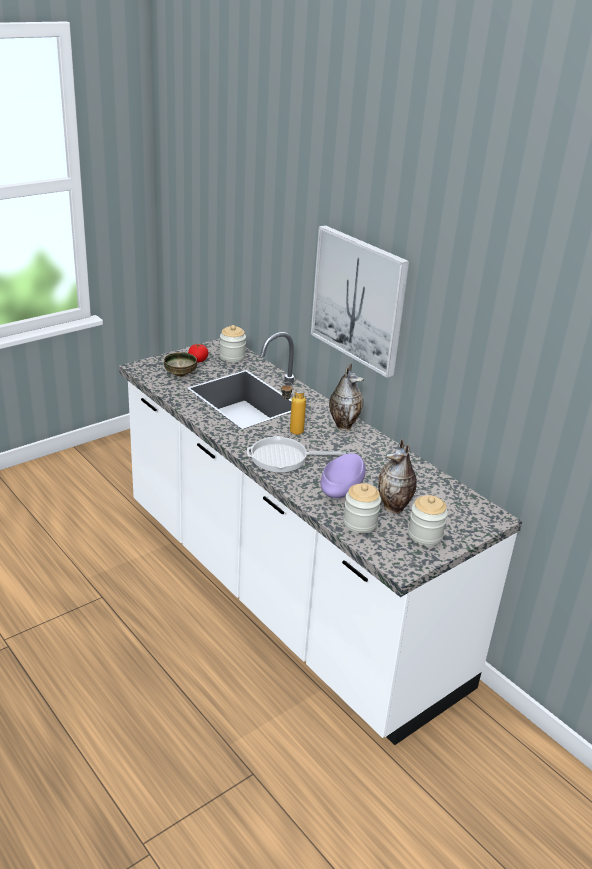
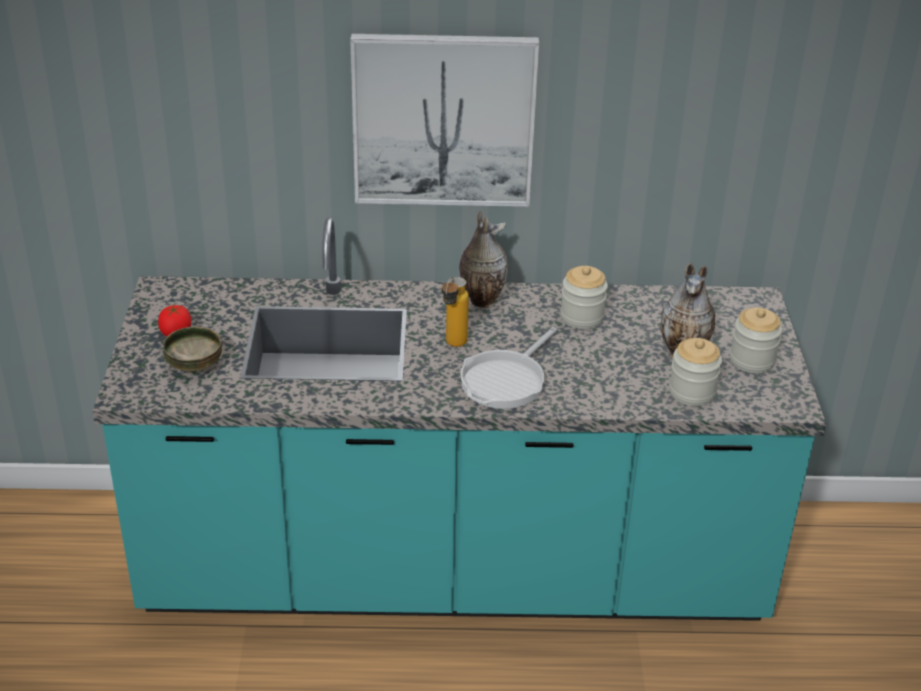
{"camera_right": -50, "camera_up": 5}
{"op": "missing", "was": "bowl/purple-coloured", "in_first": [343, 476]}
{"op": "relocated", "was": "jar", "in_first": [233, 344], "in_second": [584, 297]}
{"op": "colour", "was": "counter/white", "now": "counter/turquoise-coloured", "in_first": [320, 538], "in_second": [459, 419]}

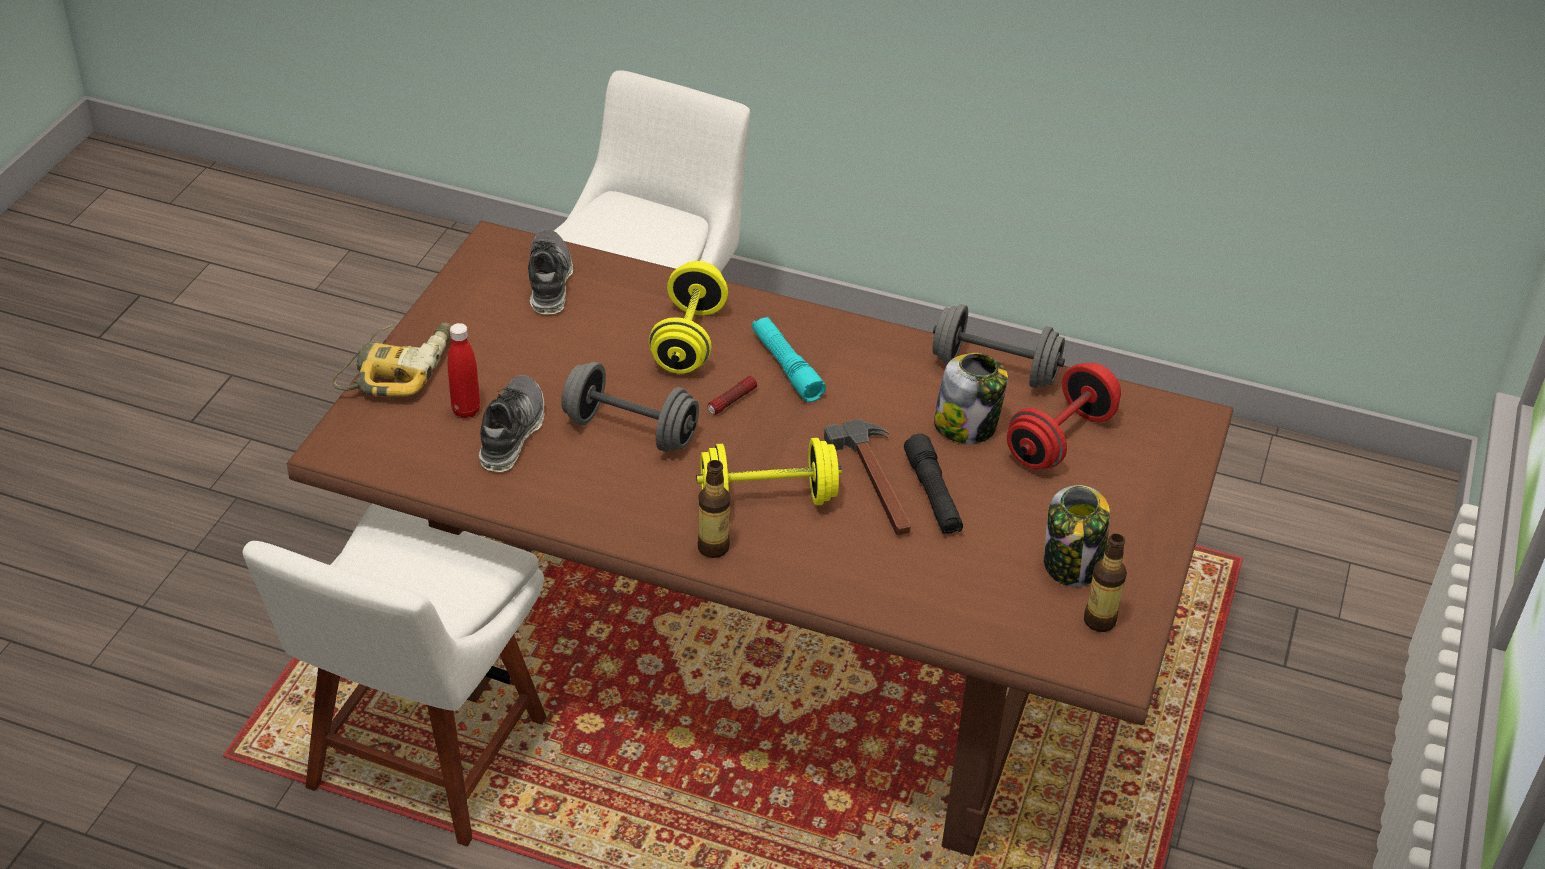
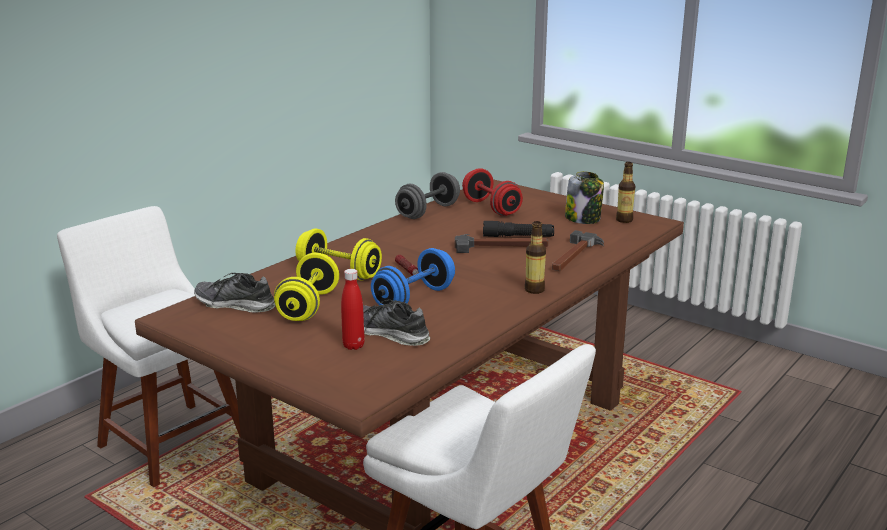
{"camera_right": -70, "camera_up": -20}
{"op": "missing", "was": "drill", "in_first": [392, 359]}
{"op": "missing", "was": "flashlight/turquoise-coloured", "in_first": [789, 359]}
{"op": "missing", "was": "jar", "in_first": [970, 398]}
{"op": "appeared", "now": "hammer", "in_second": [578, 250]}
{"op": "relocated", "was": "hand weight/yellowish", "in_first": [769, 471], "in_second": [306, 287]}
{"op": "colour", "was": "hand weight/greyish", "now": "hand weight/blue", "in_first": [630, 407], "in_second": [413, 276]}

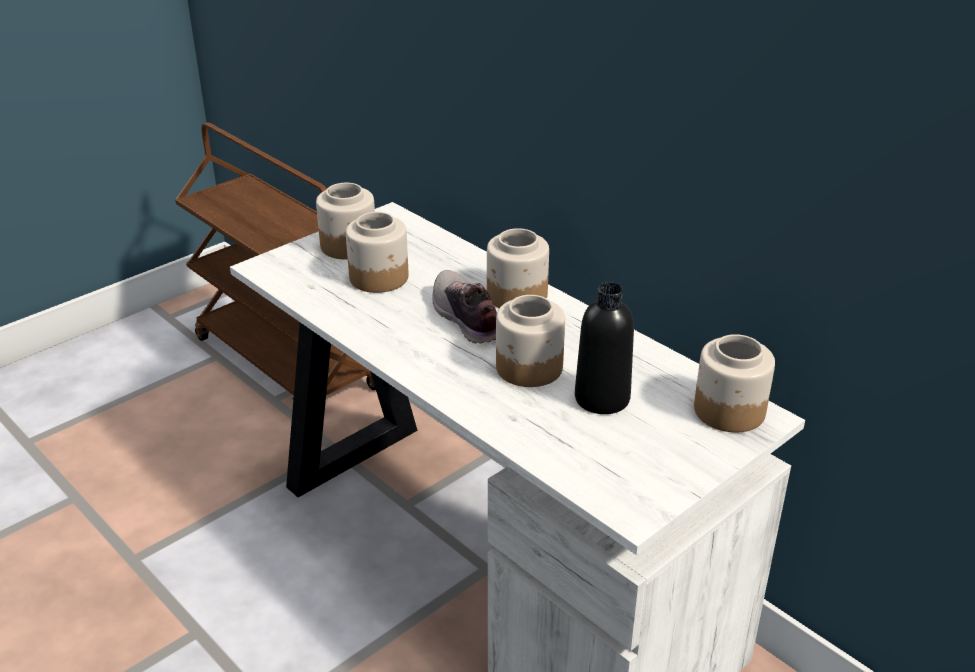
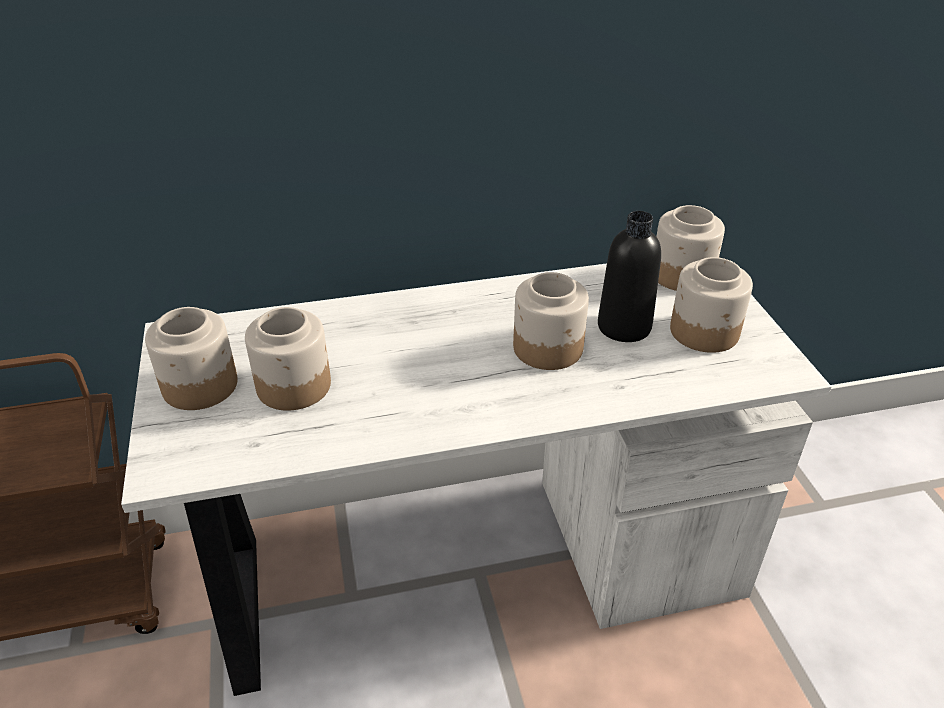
{"camera_right": -60, "camera_up": 5}
{"op": "missing", "was": "item of footwear", "in_first": [465, 306]}
{"op": "relocated", "was": "jar", "in_first": [518, 268], "in_second": [711, 305]}

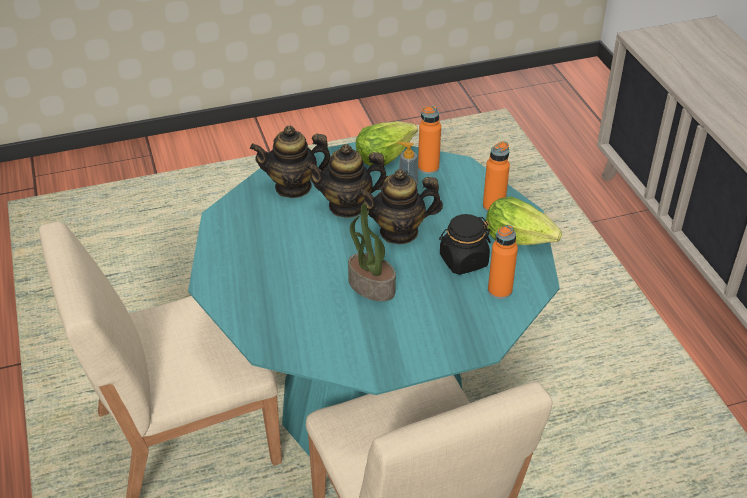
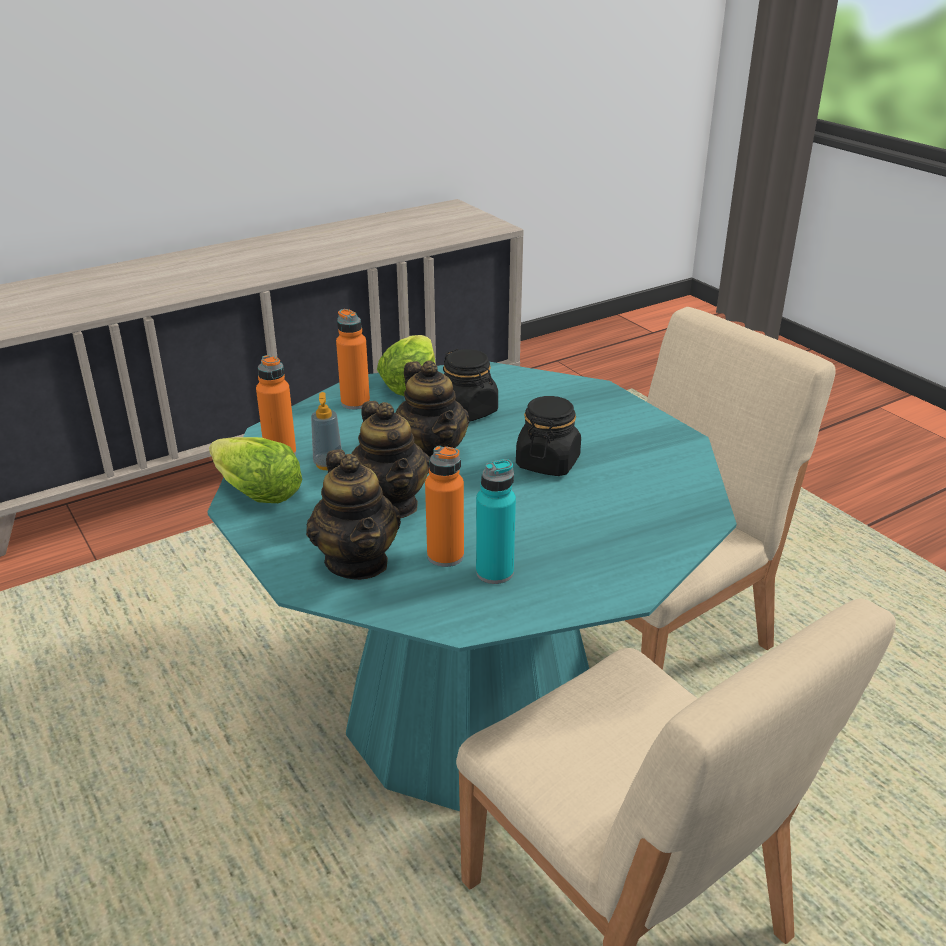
{"camera_right": -105, "camera_up": -10}
{"op": "appeared", "now": "bottle/turquoise-coloured", "in_second": [496, 521]}
{"op": "relocated", "was": "bottle/orange-coloured", "in_first": [503, 262], "in_second": [444, 506]}
{"op": "exchanged", "was": "houseplant", "now": "jar/blackish", "in_first": [372, 252], "in_second": [548, 436]}

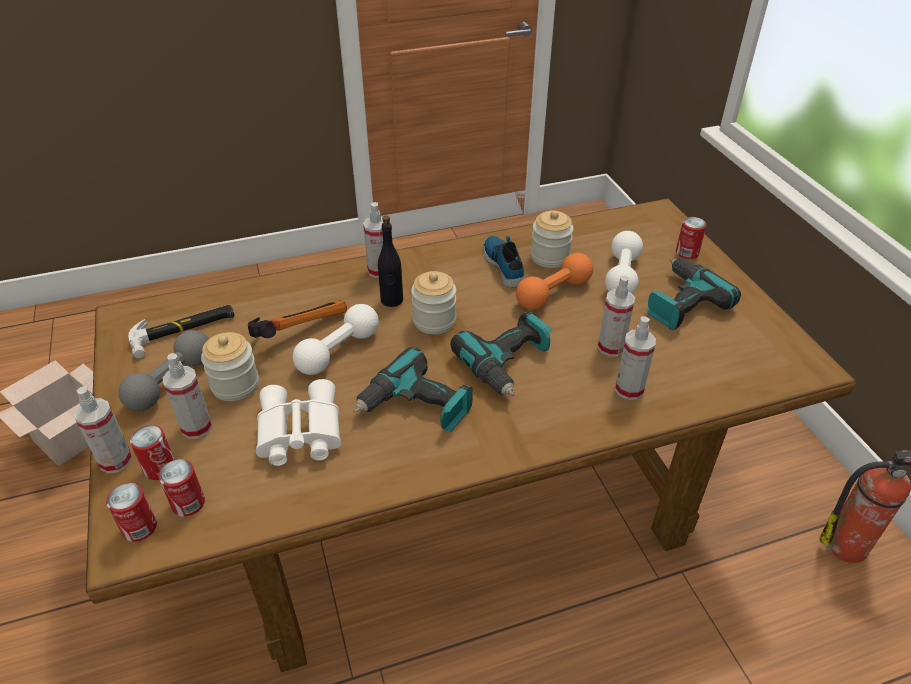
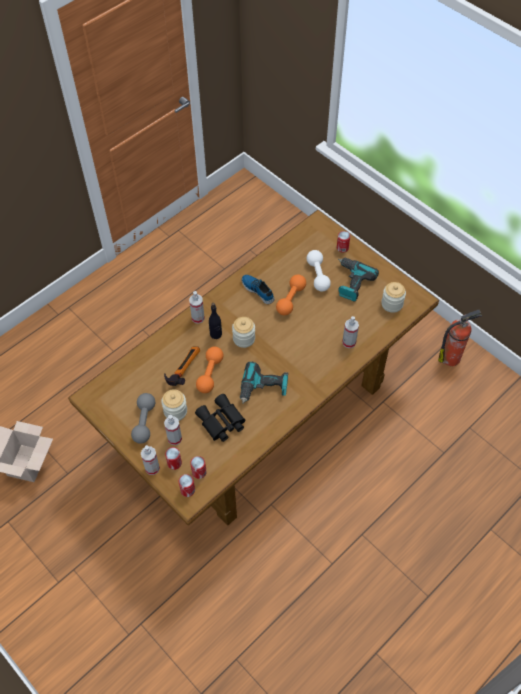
{"camera_right": -25, "camera_up": 15}
{"op": "missing", "was": "hammer", "in_first": [181, 331]}
{"op": "missing", "was": "drill", "in_first": [500, 353]}
{"op": "missing", "was": "sprayer", "in_first": [616, 316]}
{"op": "relocated", "was": "jar", "in_first": [552, 239], "in_second": [393, 297]}
{"op": "colour", "was": "field glasses/white", "now": "field glasses/blackish", "in_first": [298, 422], "in_second": [220, 418]}
{"op": "colour", "was": "hand weight/white", "now": "hand weight/orange-coloured", "in_first": [336, 339], "in_second": [209, 369]}

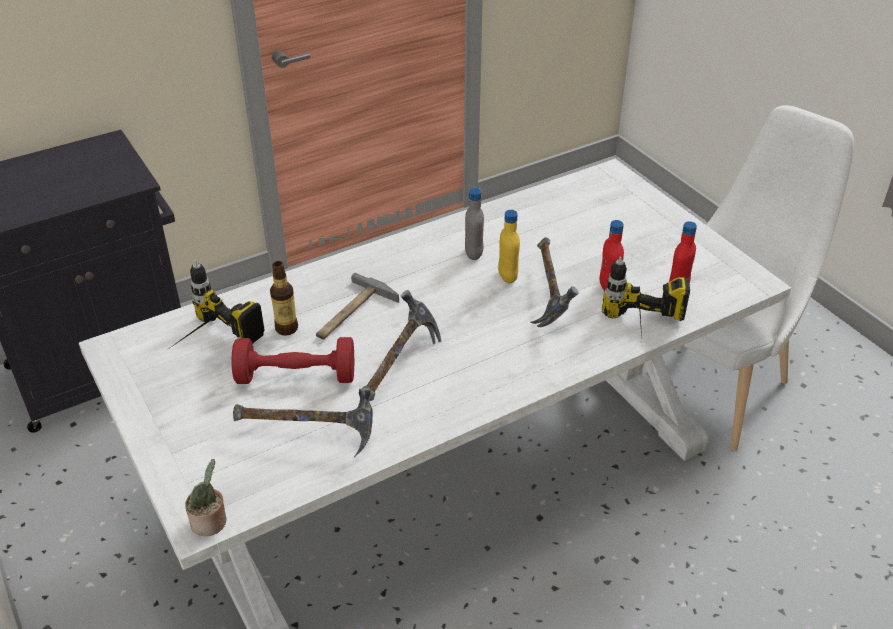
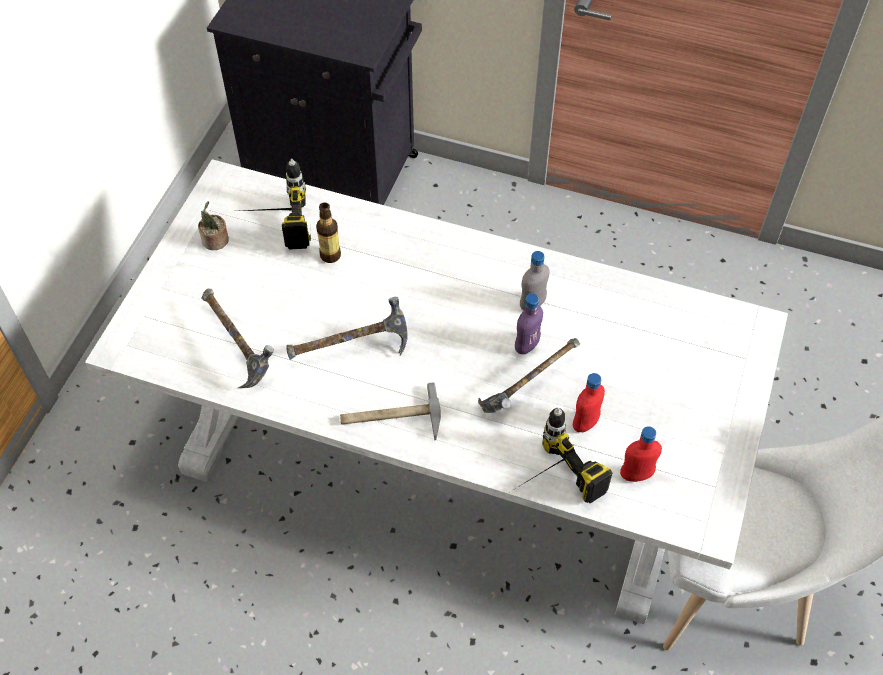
{"camera_right": 50, "camera_up": 15}
{"op": "missing", "was": "hand weight/red-coloured", "in_first": [292, 360]}
{"op": "relocated", "was": "houseplant", "in_first": [205, 497], "in_second": [213, 225]}
{"op": "relocated", "was": "hammer", "in_first": [357, 306], "in_second": [390, 411]}
{"op": "colour", "was": "bottle/yellowish", "now": "bottle/purple-coloured", "in_first": [509, 246], "in_second": [529, 324]}

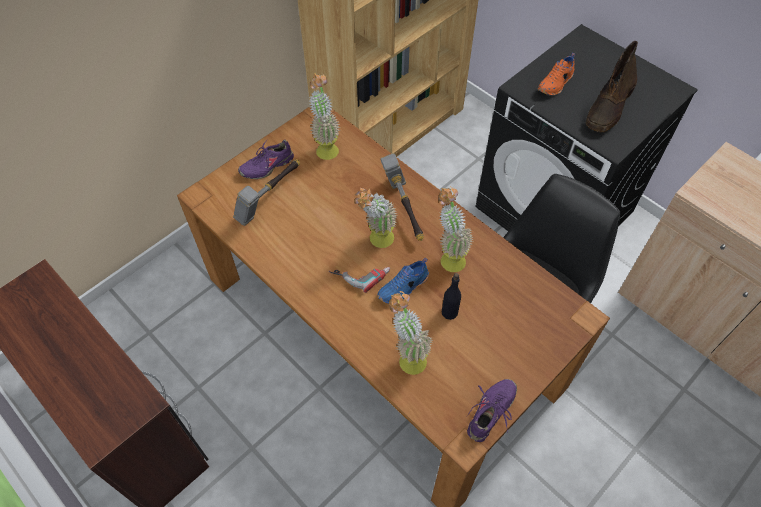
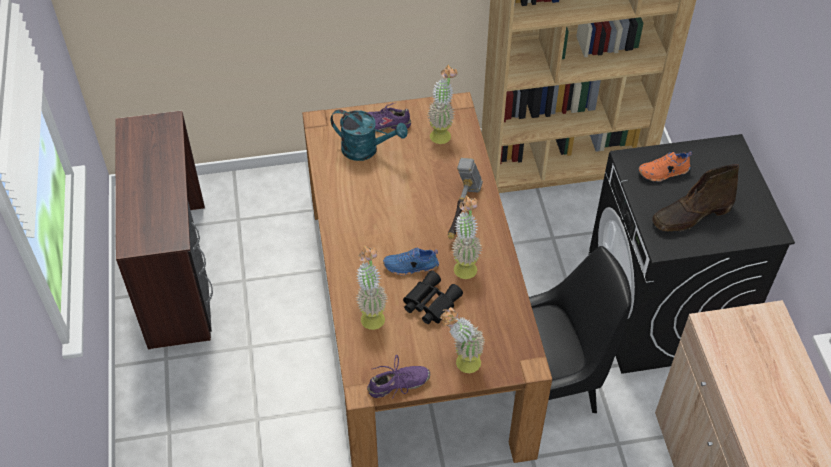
{"camera_right": 35, "camera_up": -5}
{"op": "missing", "was": "drill", "in_first": [359, 280]}
{"op": "relocated", "was": "houseplant", "in_first": [376, 218], "in_second": [462, 340]}
{"op": "exchanged", "was": "hammer", "now": "watering can/turquoise-coloured", "in_first": [266, 192], "in_second": [369, 135]}
{"op": "exchanged", "was": "bottle/blackish", "now": "field glasses/blackish", "in_first": [451, 296], "in_second": [433, 297]}

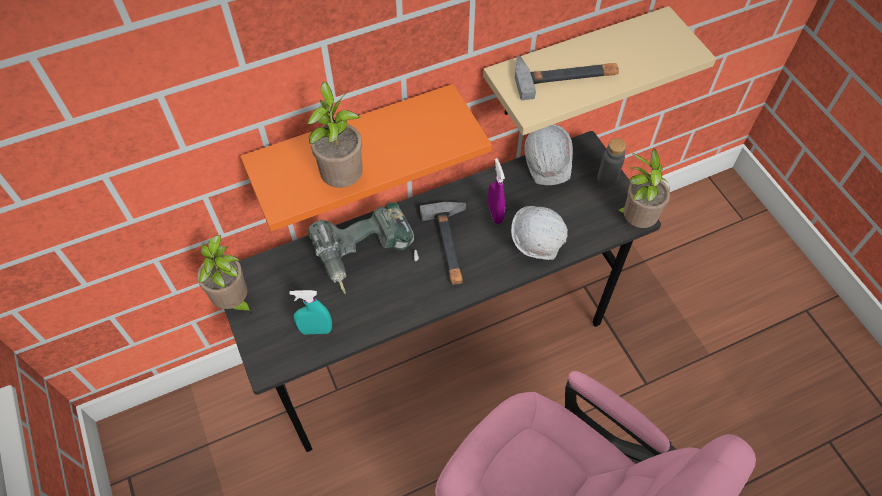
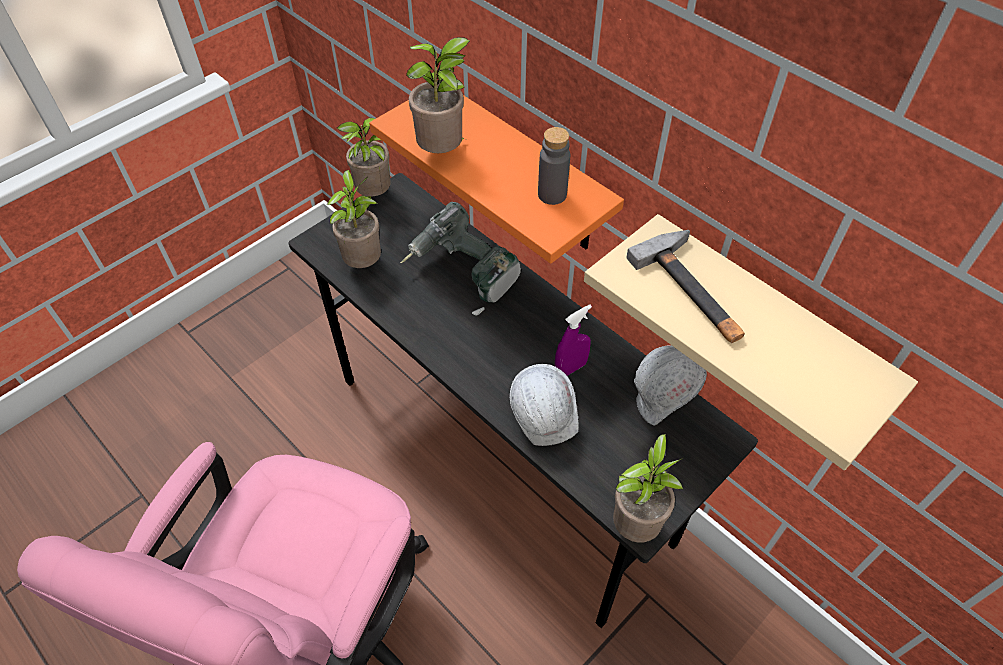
{"camera_right": 70, "camera_up": -5}
{"op": "missing", "was": "hammer", "in_first": [443, 243]}
{"op": "relocated", "was": "bottle/greyish", "in_first": [611, 162], "in_second": [554, 166]}
{"op": "exchanged", "was": "sprayer/turquoise-coloured", "now": "houseplant", "in_first": [311, 312], "in_second": [354, 219]}

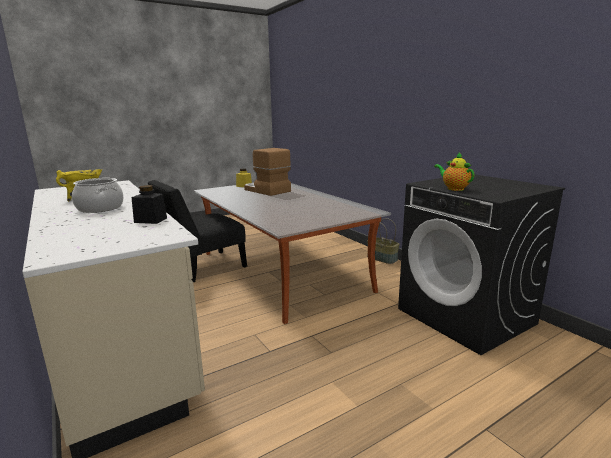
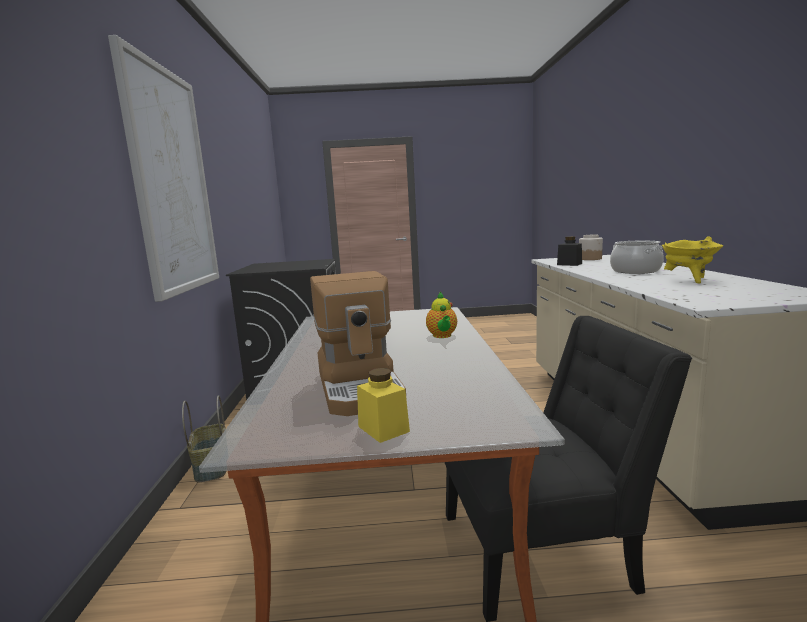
{"camera_right": -150, "camera_up": -5}
{"op": "appeared", "now": "wall picture", "in_second": [163, 168]}
{"op": "appeared", "now": "jar", "in_second": [591, 247]}
{"op": "relocated", "was": "tea pot", "in_first": [454, 172], "in_second": [441, 315]}

